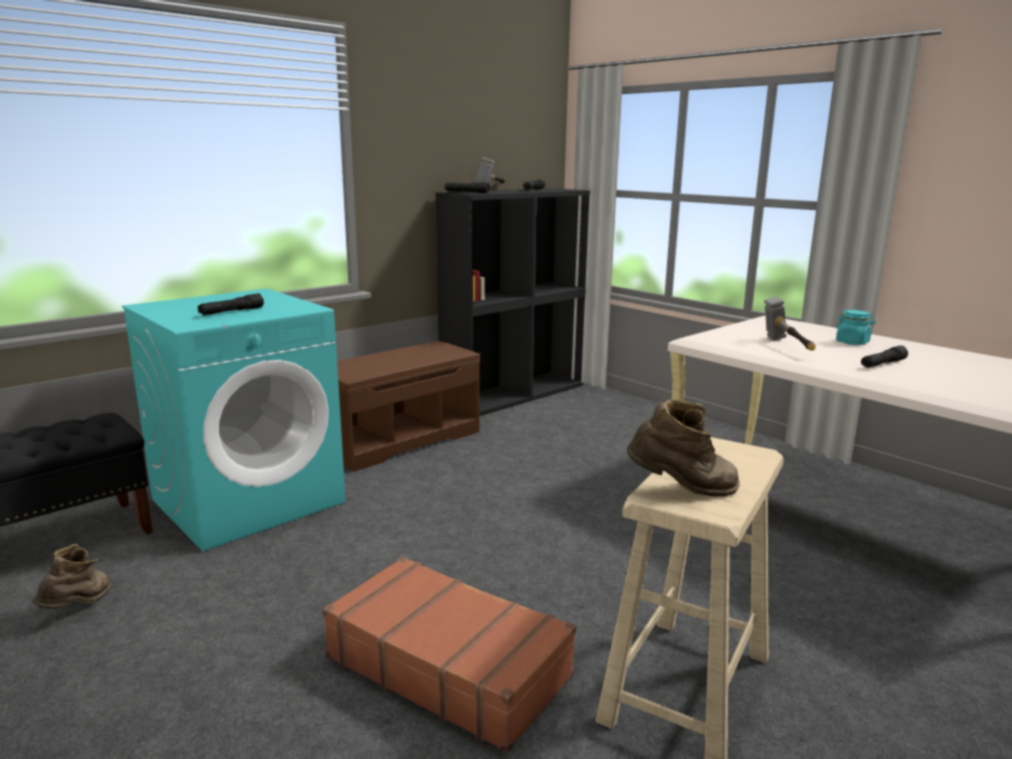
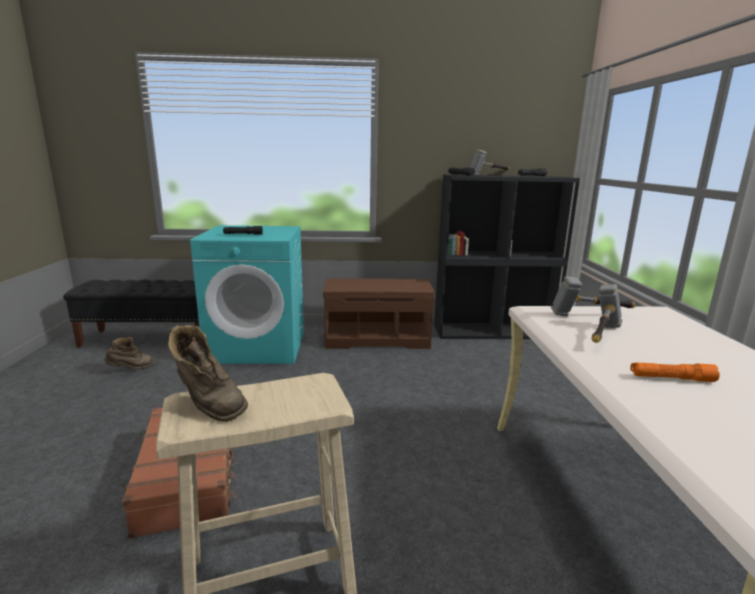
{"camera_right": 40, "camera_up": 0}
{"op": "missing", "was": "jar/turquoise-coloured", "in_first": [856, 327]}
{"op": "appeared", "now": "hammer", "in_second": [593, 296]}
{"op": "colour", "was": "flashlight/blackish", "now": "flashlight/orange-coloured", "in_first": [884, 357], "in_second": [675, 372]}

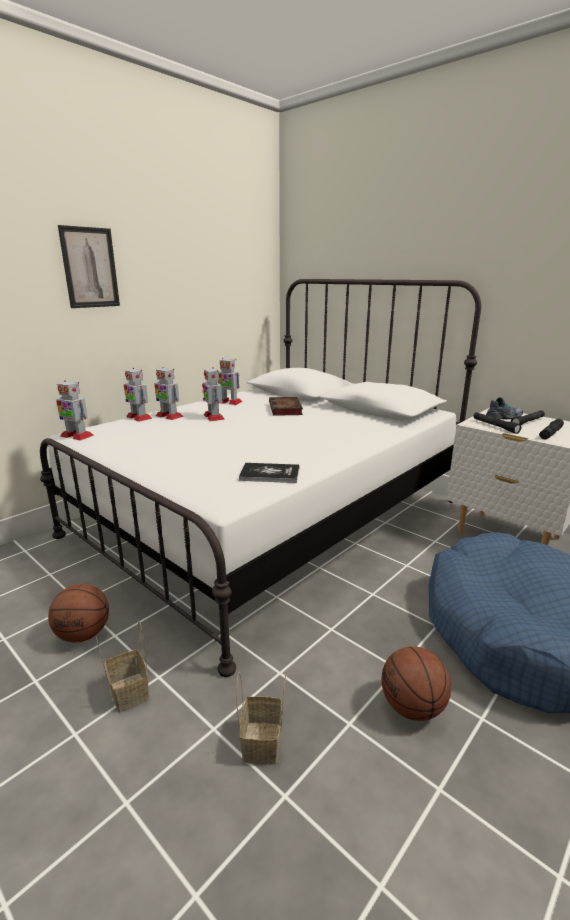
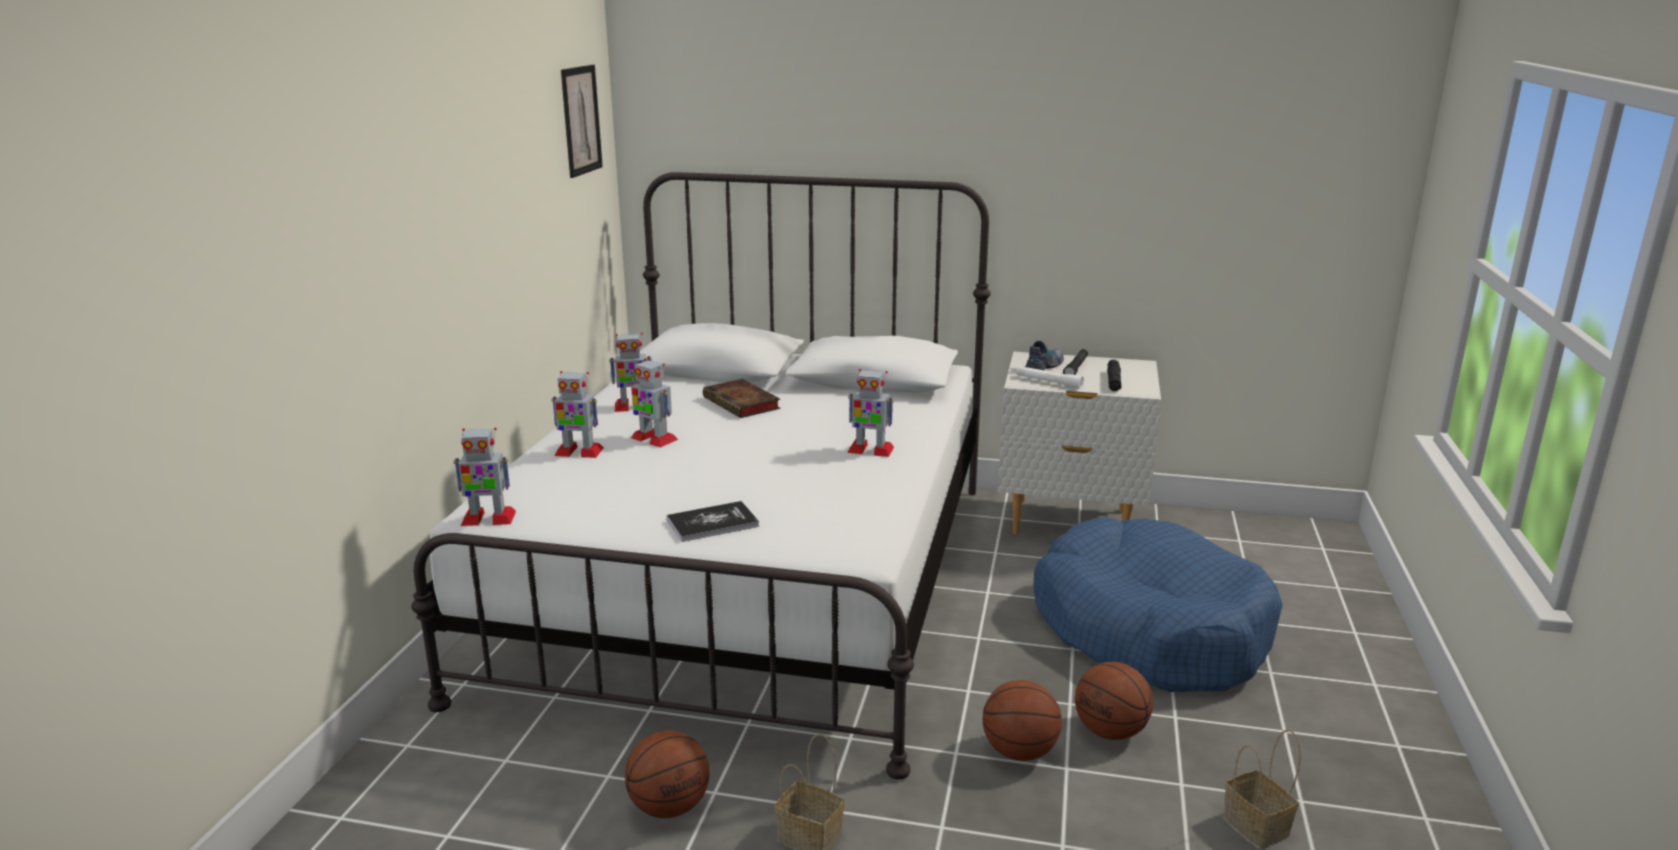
{"camera_right": -30, "camera_up": 0}
{"op": "appeared", "now": "basketball ball", "in_second": [1022, 720]}
{"op": "relocated", "was": "wall picture", "in_first": [89, 266], "in_second": [582, 121]}
{"op": "relocated", "was": "model robot", "in_first": [138, 395], "in_second": [870, 413]}
{"op": "relocated", "was": "basket", "in_first": [261, 718], "in_second": [1262, 788]}
{"op": "relocated", "was": "bound book", "in_first": [269, 473], "in_second": [713, 521]}
{"op": "colour", "was": "flashlight/blackish", "now": "flashlight/white", "in_first": [497, 423], "in_second": [1050, 377]}

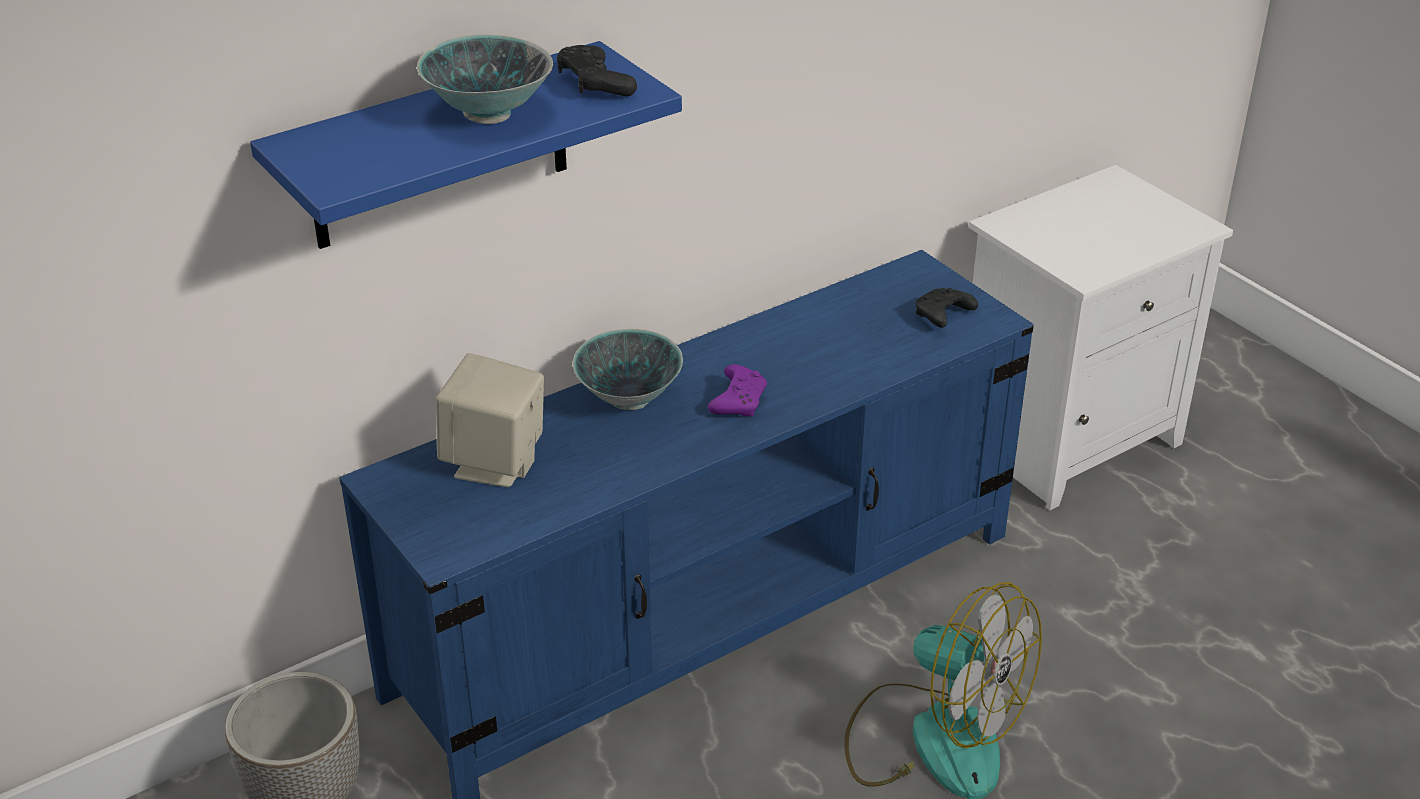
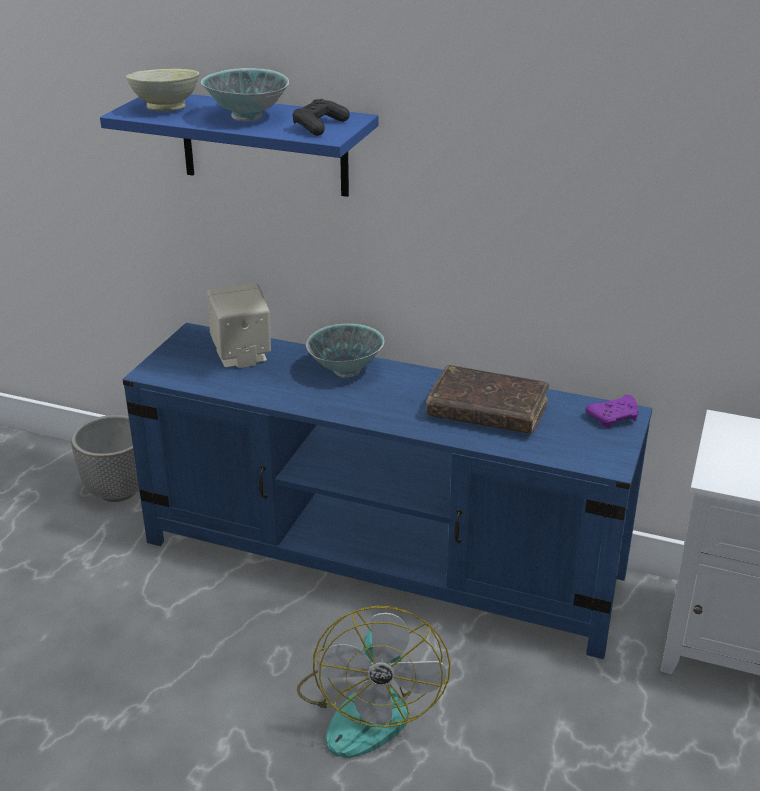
{"camera_right": 55, "camera_up": -5}
{"op": "missing", "was": "joypad/blackish", "in_first": [947, 308]}
{"op": "appeared", "now": "bowl/beige", "in_second": [162, 90]}
{"op": "appeared", "now": "bound book/brown", "in_second": [487, 399]}
{"op": "relocated", "was": "joypad/purple-coloured", "in_first": [737, 390], "in_second": [612, 411]}

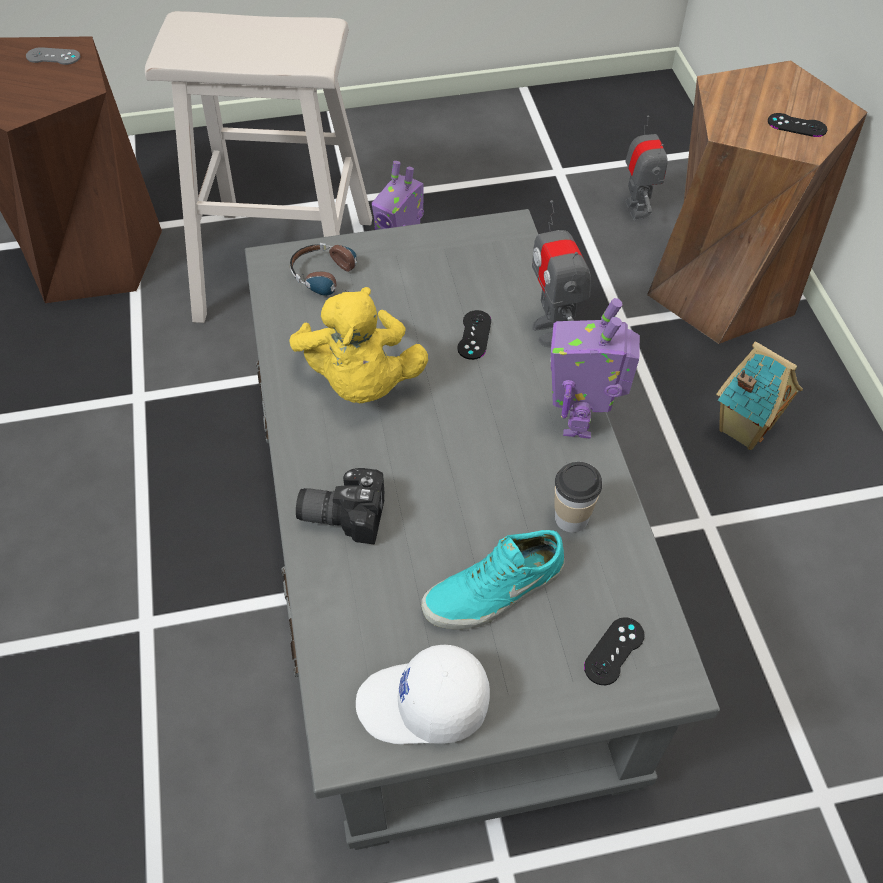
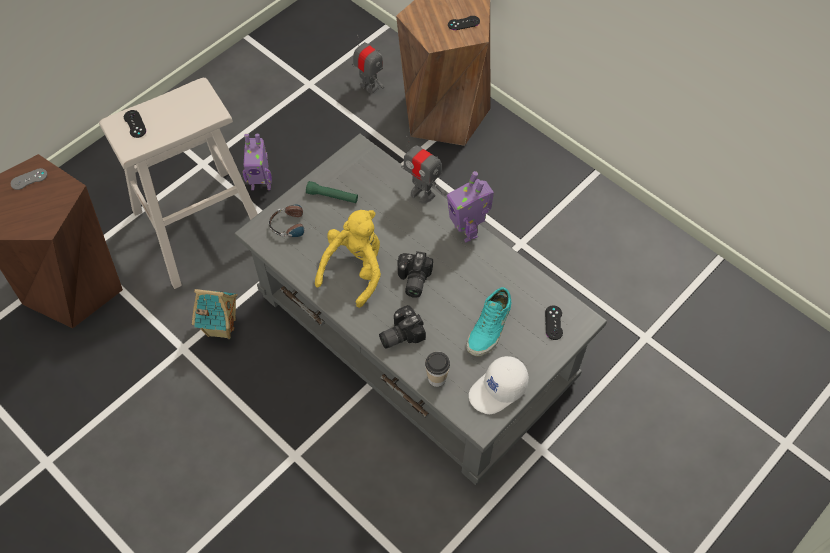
{"camera_right": -35, "camera_up": 5}
{"op": "appeared", "now": "flashlight/green-coloured", "in_second": [332, 192]}
{"op": "appeared", "now": "photo camera", "in_second": [415, 274]}
{"op": "relocated", "was": "joypad/blackish", "in_first": [474, 335], "in_second": [135, 124]}
{"op": "relocated", "was": "cup", "in_first": [578, 497], "in_second": [437, 369]}
{"op": "relocated", "was": "model house", "in_first": [759, 396], "in_second": [215, 314]}
{"op": "spun", "was": "plush toy/yellowish", "in_first": [358, 345], "in_second": [348, 259], "clockwise": -105}

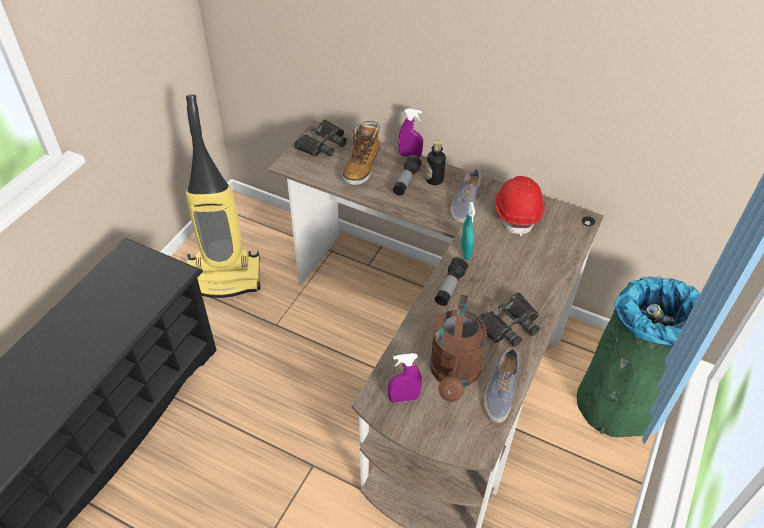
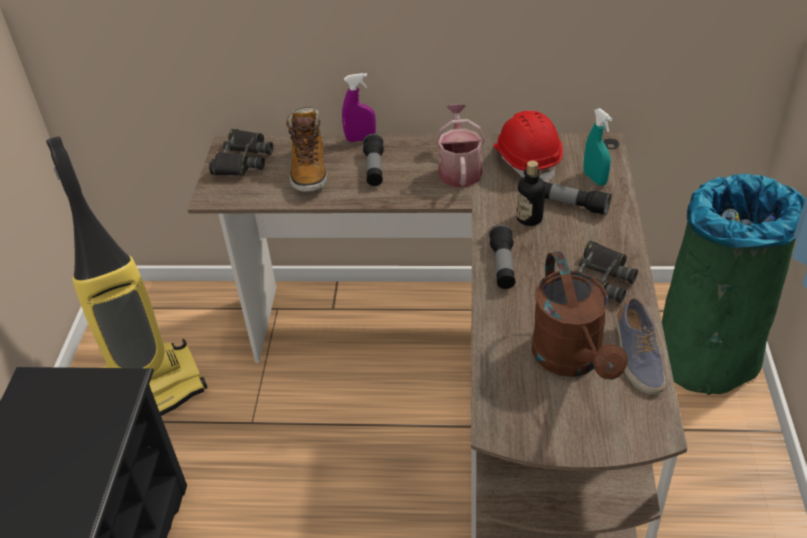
{"camera_right": -20, "camera_up": -5}
{"op": "missing", "was": "sprayer/purple-coloured", "in_first": [405, 378]}
{"op": "appeared", "now": "flashlight", "in_second": [577, 199]}
{"op": "relocated", "was": "bottle", "in_first": [436, 162], "in_second": [531, 193]}
{"op": "relocated", "was": "sprayer/turquoise-coloured", "in_first": [468, 231], "in_second": [598, 147]}
{"op": "exchanged", "was": "item of footwear", "now": "watering can", "in_first": [466, 195], "in_second": [460, 145]}

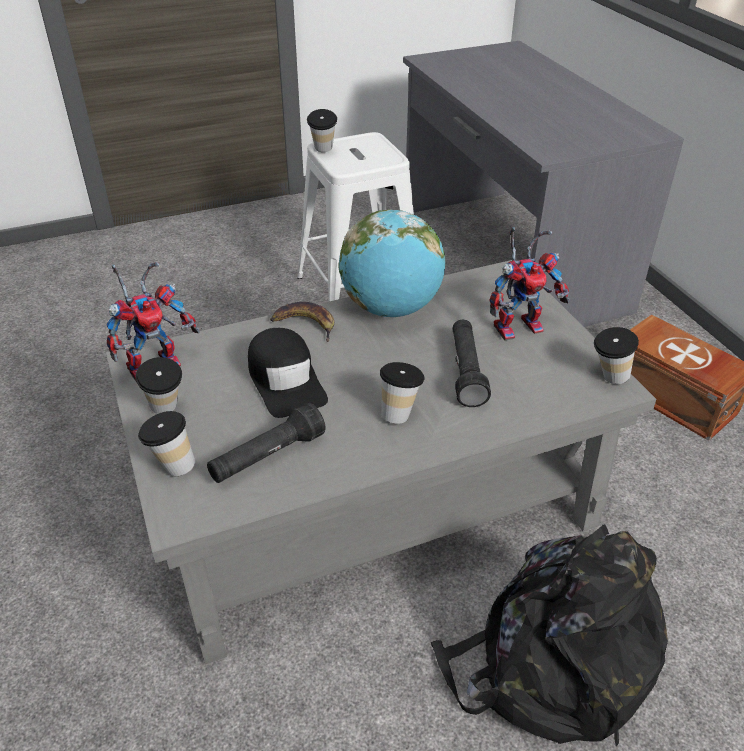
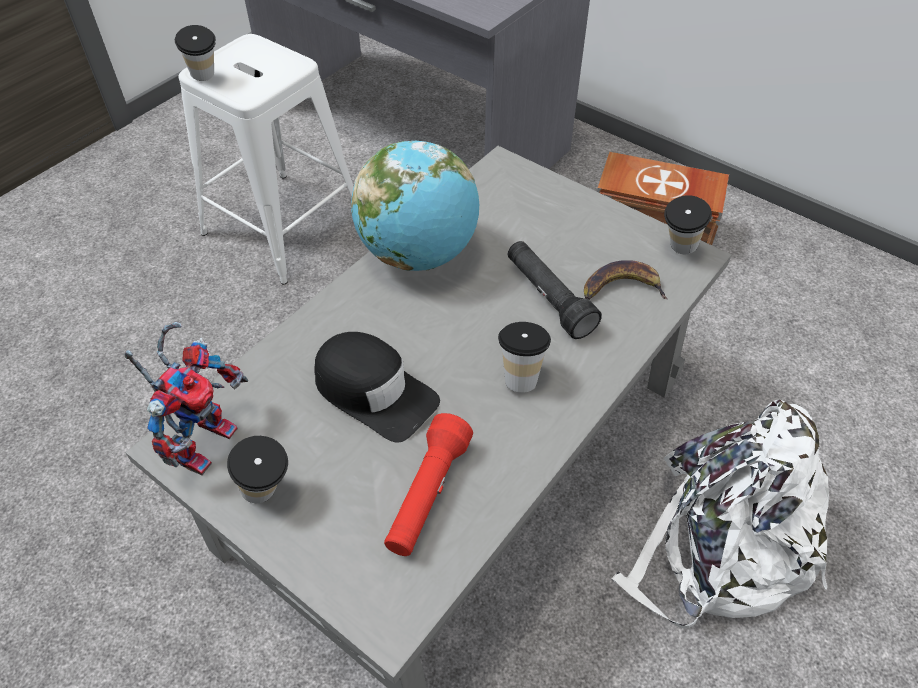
{"camera_right": -30, "camera_up": 10}
{"op": "missing", "was": "cup", "in_first": [166, 443]}
{"op": "missing", "was": "model robot", "in_first": [529, 284]}
{"op": "relocated", "was": "banana fruit", "in_first": [302, 322], "in_second": [625, 280]}
{"op": "colour", "was": "flashlight/blackish", "now": "flashlight/red-coloured", "in_first": [266, 442], "in_second": [428, 484]}
{"op": "colour", "was": "knapsack/blackish", "now": "knapsack/white", "in_first": [549, 635], "in_second": [720, 513]}

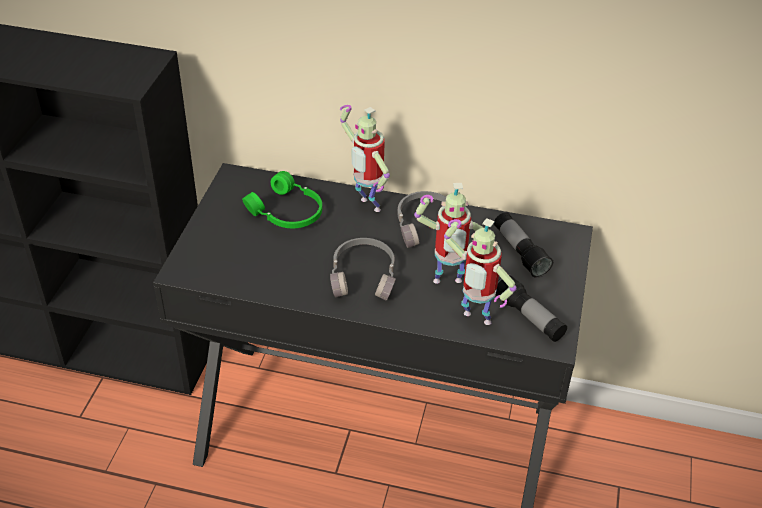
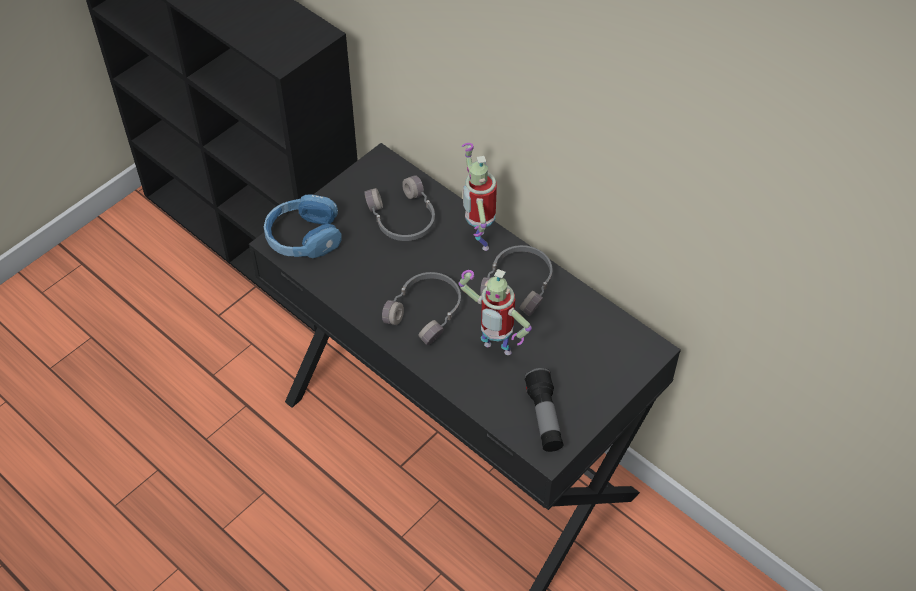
{"camera_right": 30, "camera_up": 10}
{"op": "missing", "was": "model robot", "in_first": [480, 271]}
{"op": "missing", "was": "flashlight", "in_first": [523, 245]}
{"op": "appeared", "now": "pair of headphones/blue", "in_second": [303, 226]}
{"op": "colour", "was": "pair of headphones/green-coloured", "now": "pair of headphones/greyish", "in_first": [282, 199], "in_second": [400, 208]}

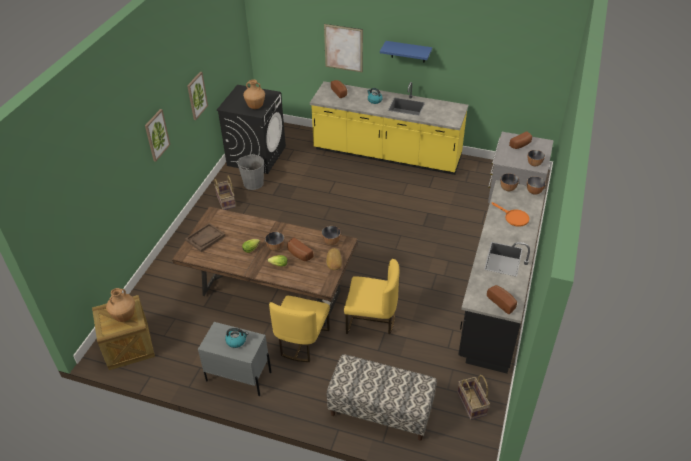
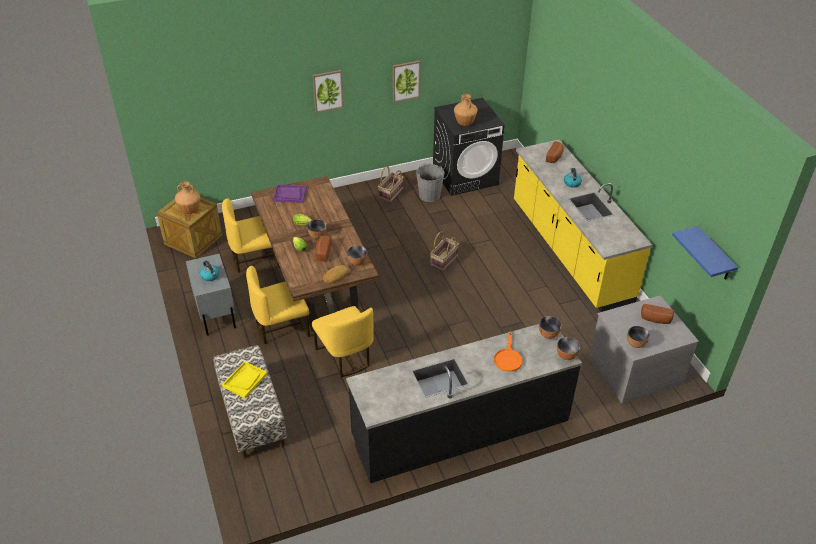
{"camera_right": 50, "camera_up": 0}
{"op": "missing", "was": "wall picture", "in_first": [343, 48]}
{"op": "missing", "was": "bread", "in_first": [502, 299]}
{"op": "appeared", "now": "plain chair/yellowish", "in_second": [251, 235]}
{"op": "appeared", "now": "carrying tray/yellowish", "in_second": [244, 379]}
{"op": "relocated", "was": "shelf/blue", "in_first": [406, 52], "in_second": [705, 253]}
{"op": "relocated", "was": "basket", "in_first": [473, 397], "in_second": [444, 251]}
{"op": "colour", "was": "carrying tray/brown", "now": "carrying tray/purple-coloured", "in_first": [205, 237], "in_second": [290, 194]}

